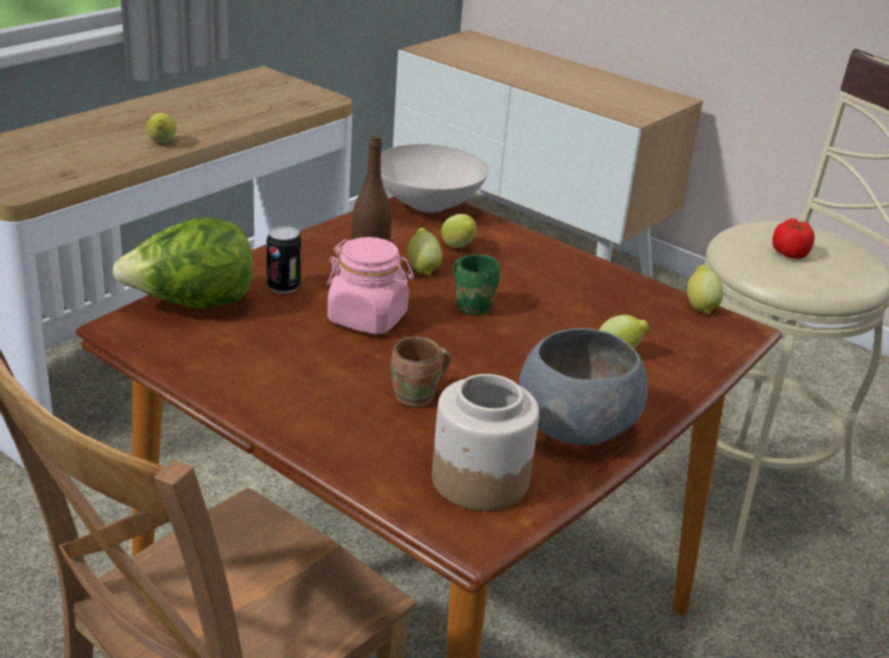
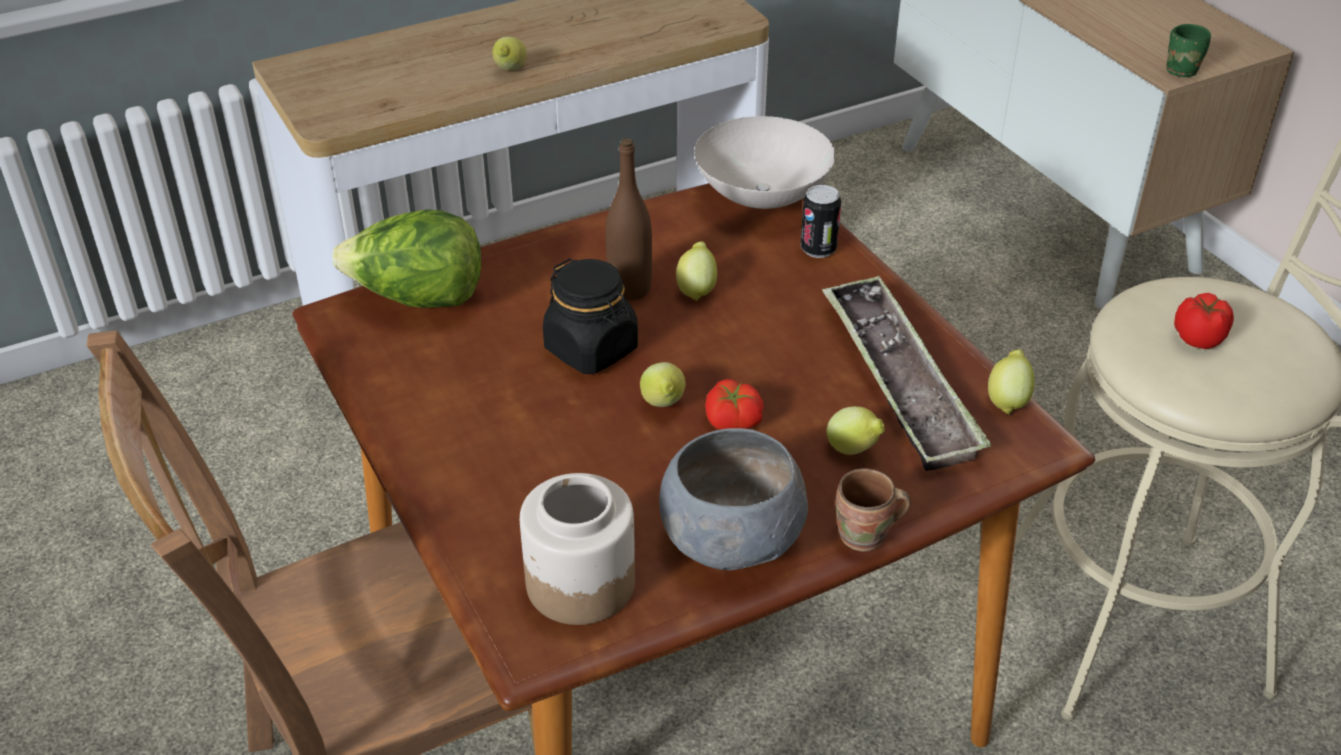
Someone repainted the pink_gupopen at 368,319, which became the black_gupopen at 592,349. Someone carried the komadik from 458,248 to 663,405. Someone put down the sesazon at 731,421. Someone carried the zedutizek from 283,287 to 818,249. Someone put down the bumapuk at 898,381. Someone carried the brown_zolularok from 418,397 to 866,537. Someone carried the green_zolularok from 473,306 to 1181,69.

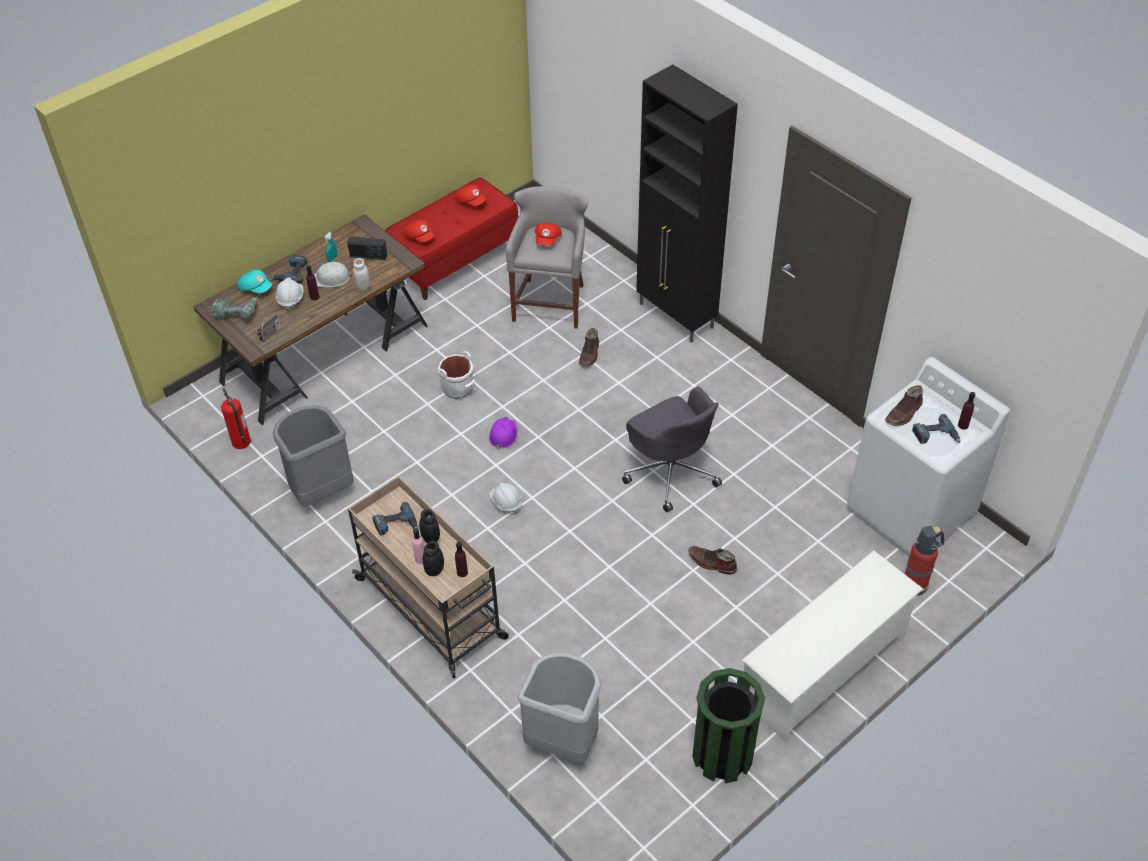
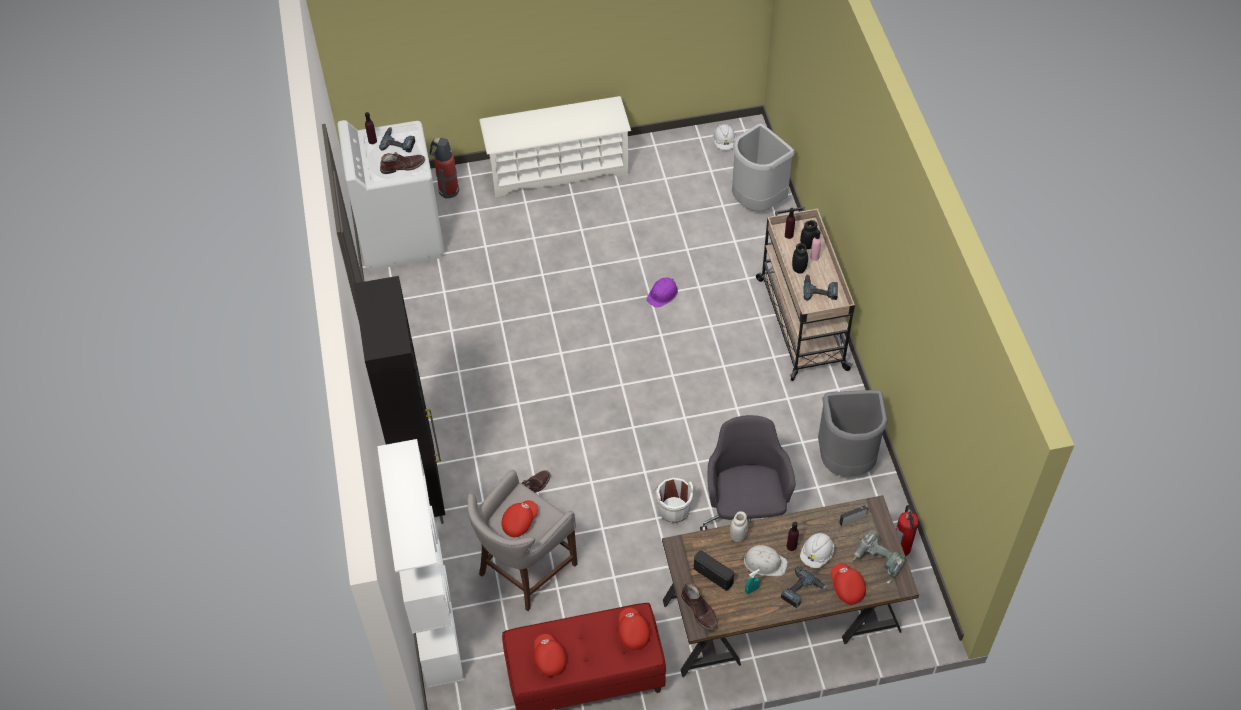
Someone put down the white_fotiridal at 435,625. Someone carried the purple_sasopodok from 503,434 to 662,294. Someone carried the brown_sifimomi from 711,563 to 700,610. Someone carried the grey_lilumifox from 670,471 to 745,514. Someone carried the white_sasopodok from 506,502 to 724,143. Someone repainted the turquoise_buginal at 256,288, which became the red_buginal at 846,587. Someone took away the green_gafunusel at 722,755.

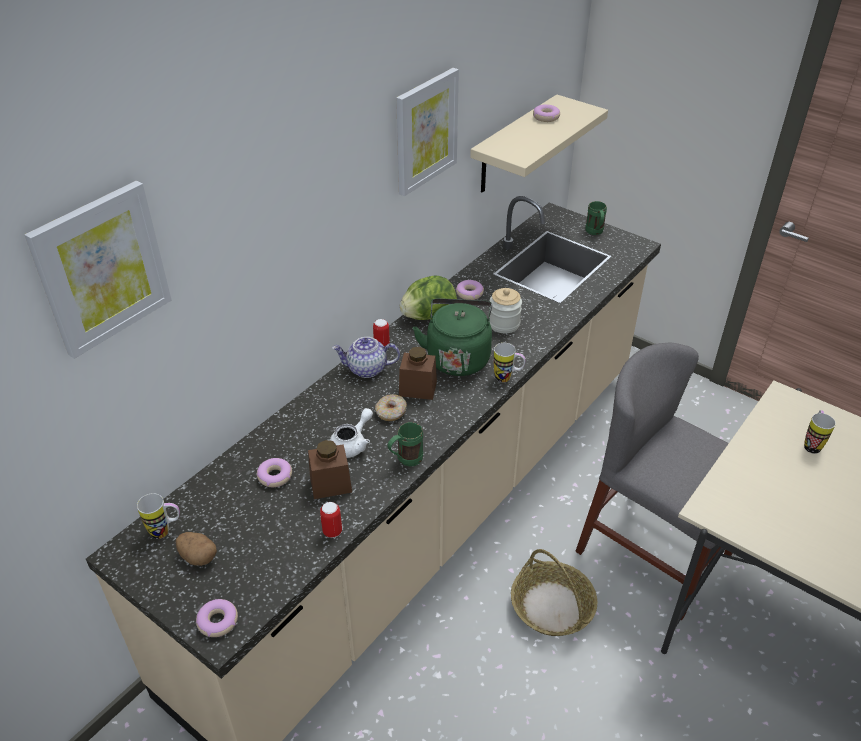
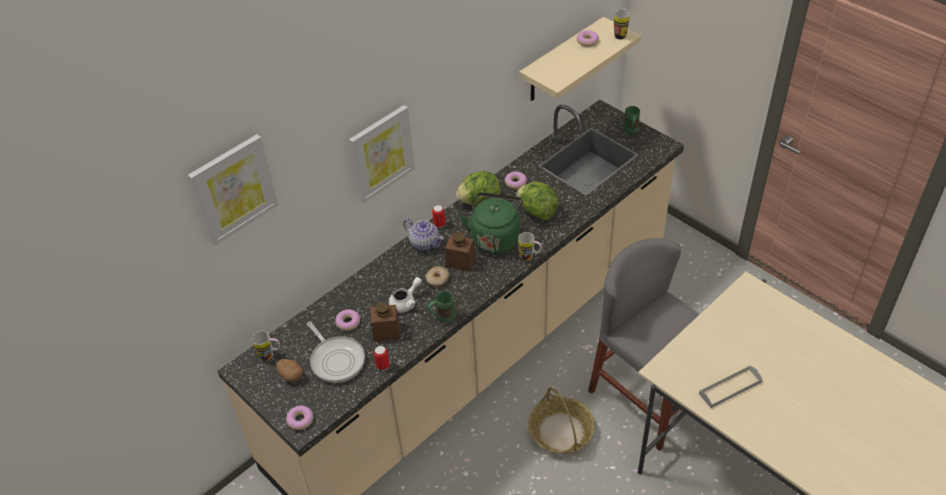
Someone put down the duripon at 336,359. Someone carried the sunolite from 425,131 to 381,153. Someone rotated the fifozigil at 366,369 by 150 degrees counterclockwise. Someone swapped the gupopen at 504,324 for the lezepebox at 537,211. Someone carried the zolularok from 812,444 to 621,34. Someone put down the grey_bumapuk at 730,388.

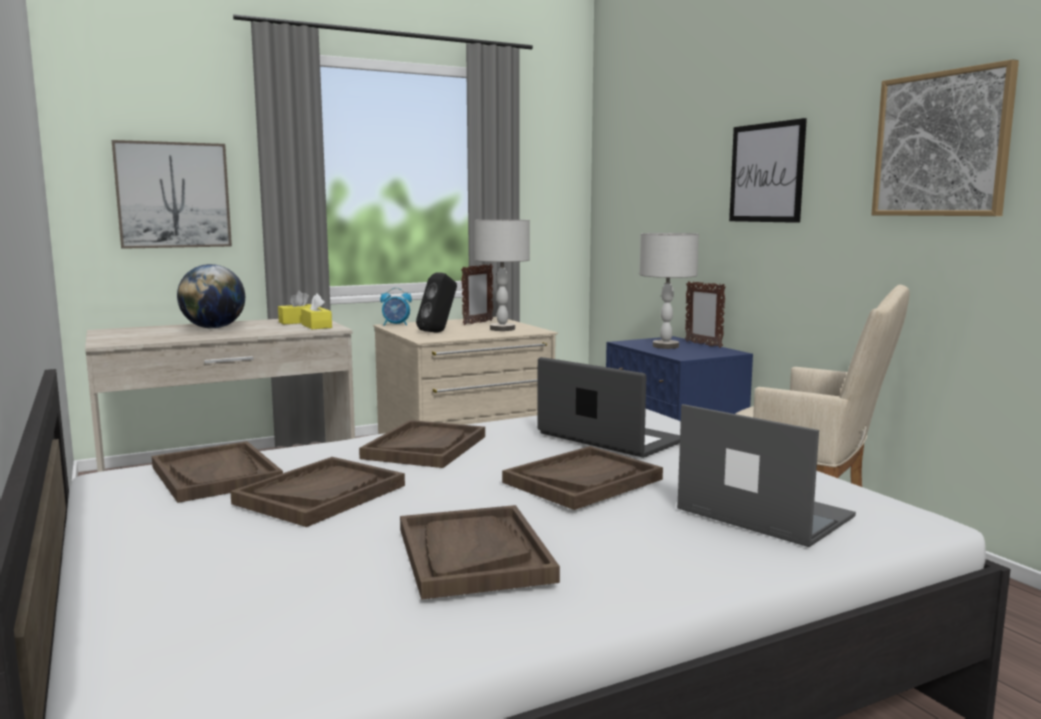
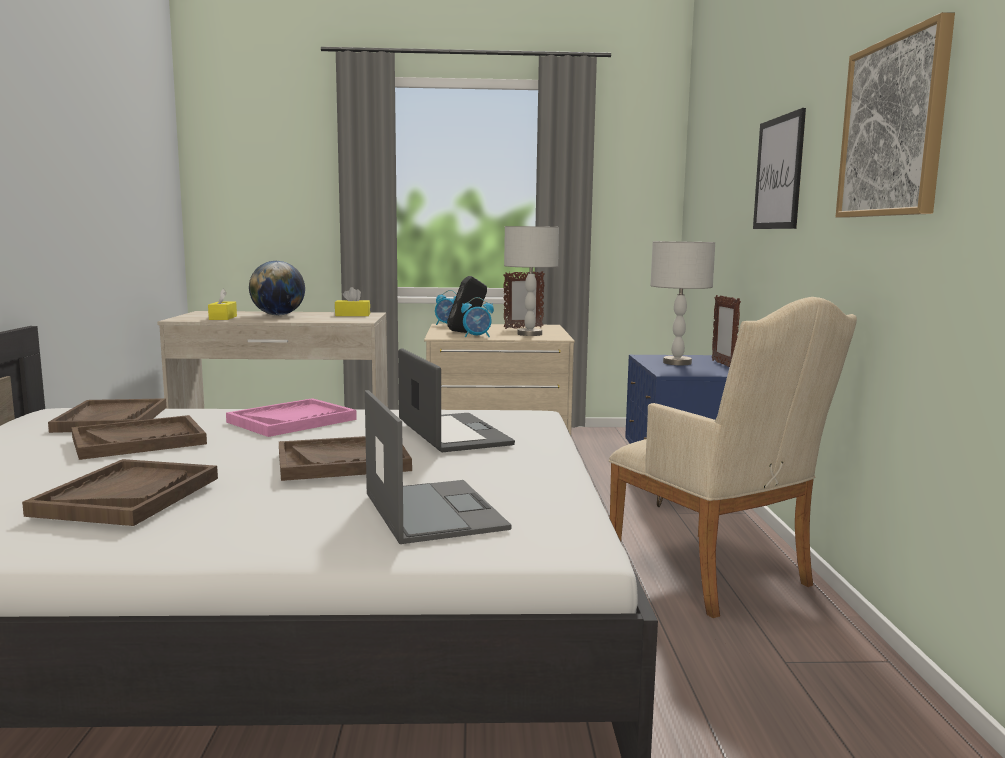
Someone carried the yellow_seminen from 316,326 to 223,318. Someone repainted the brown_bumapuk at 425,447, which became the pink_bumapuk at 292,420. Someone put down the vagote at 477,336. Someone took away the sunolite at 173,195.

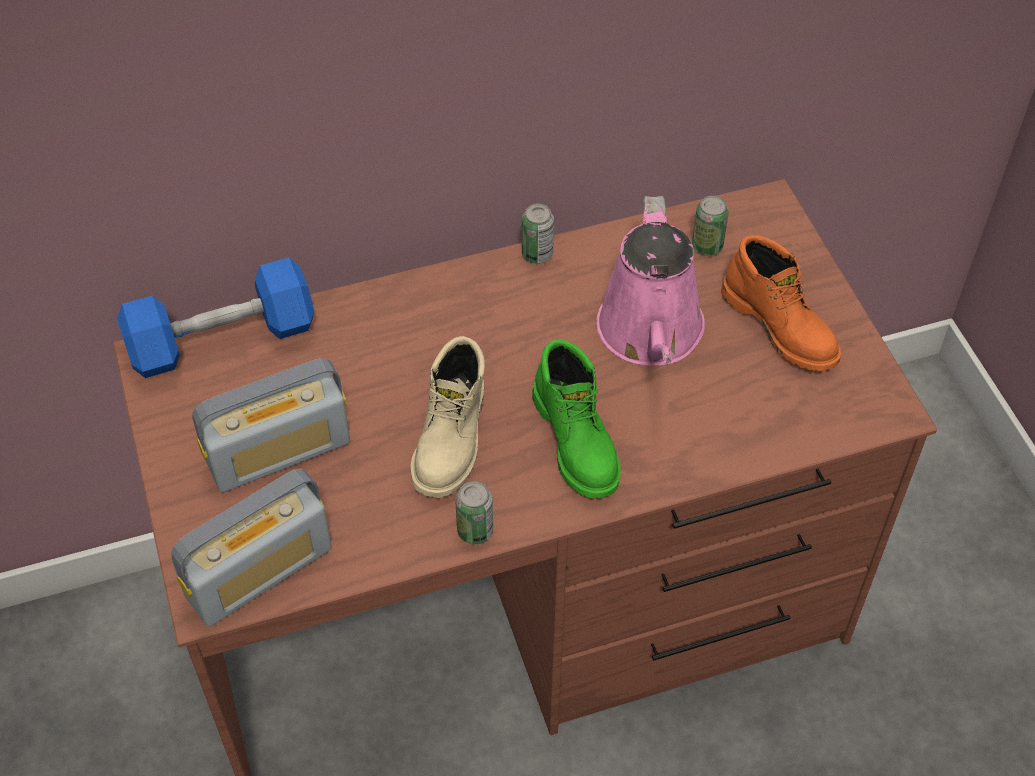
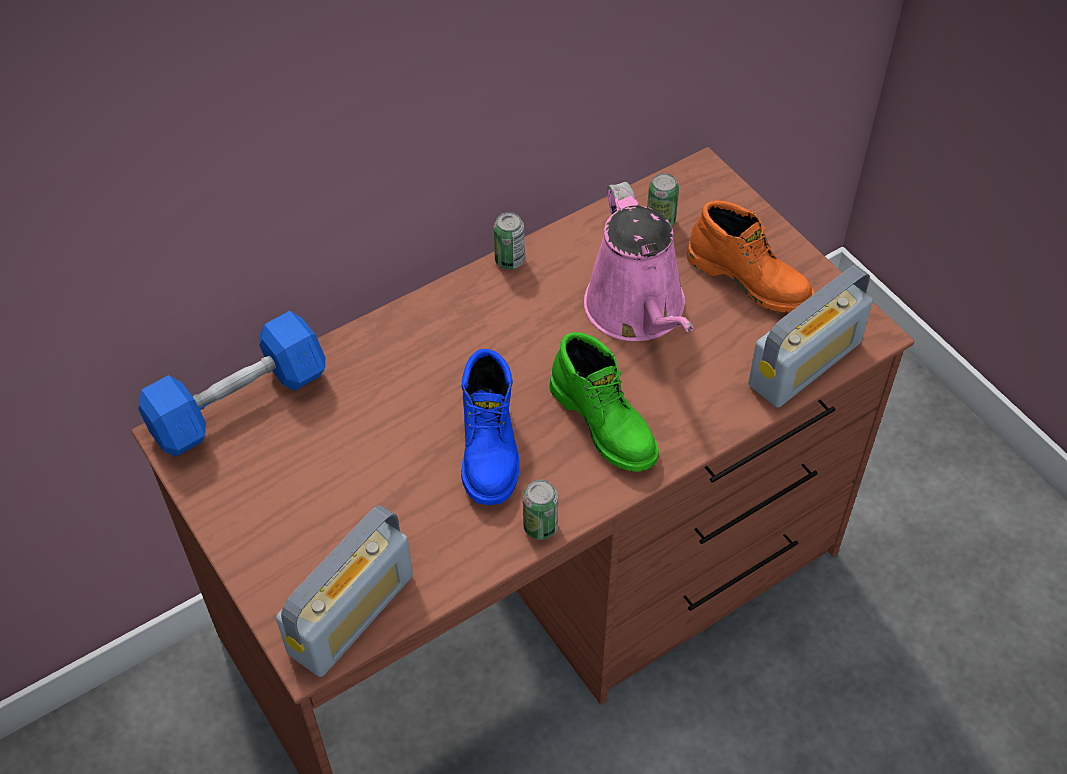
Someone repainted the beige_sifimomi at 452,439, which became the blue_sifimomi at 490,448. Someone carried the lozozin from 279,452 to 805,364.

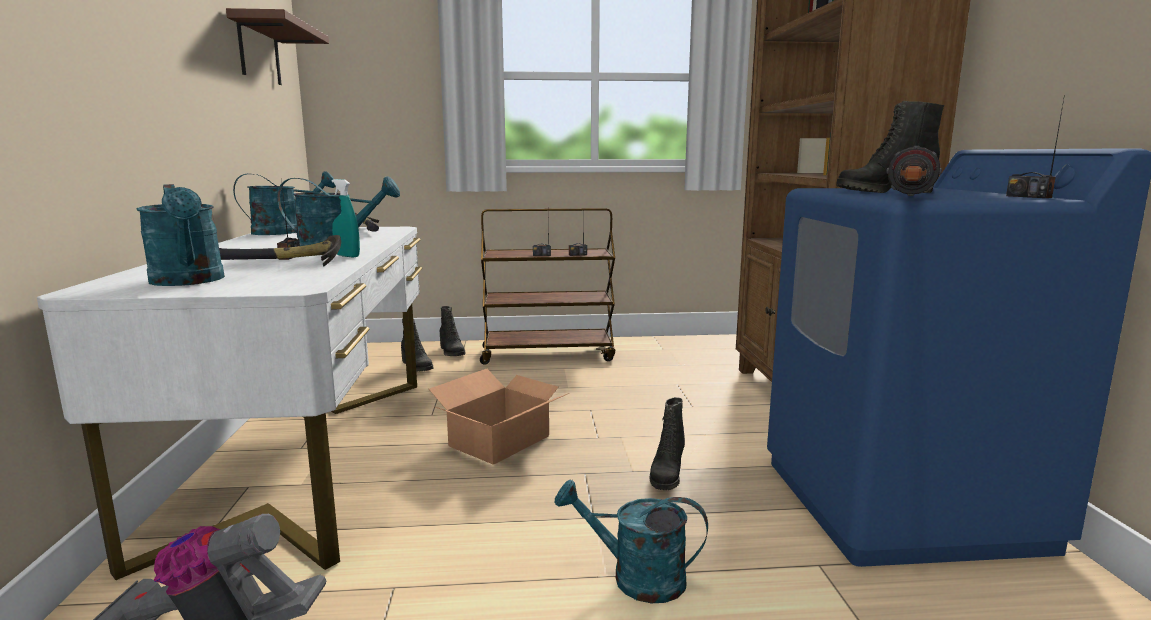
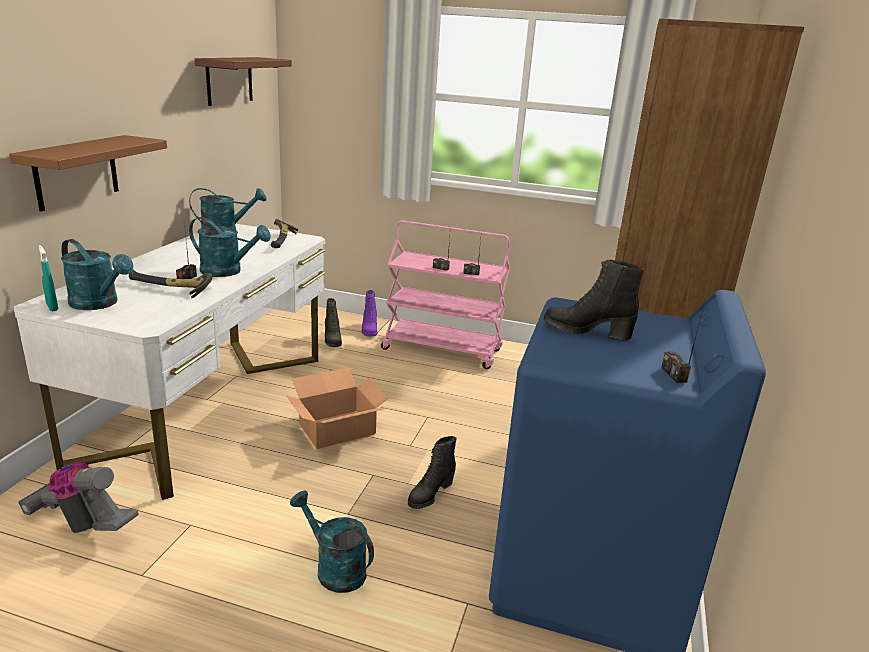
Someone put up the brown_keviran at 76,172. Someone carried the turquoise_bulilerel from 347,256 to 52,307. Someone rotated the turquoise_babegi at 189,281 by 45 degrees counterclockwise. Someone repainted the black_sifimomi at 451,352, which became the purple_sifimomi at 369,330. Someone repainted the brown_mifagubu at 548,354, which became the pink_mifagubu at 443,350. Someone took away the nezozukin at 910,198.

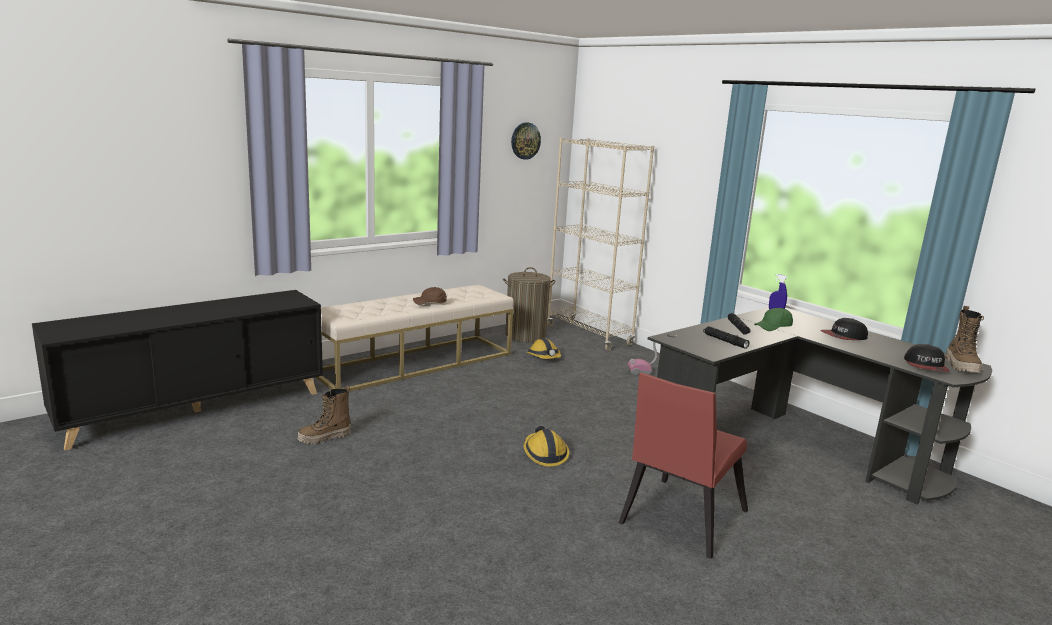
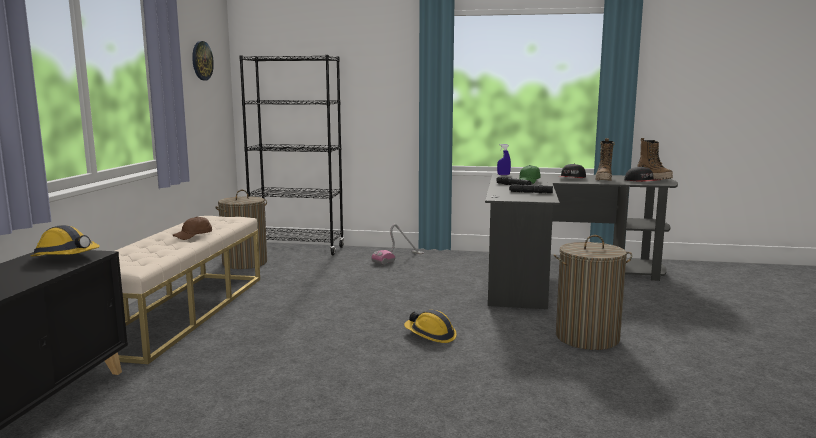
Someone carried the sasopodok from 544,357 to 67,257. Someone repainted the beige_fotiridal at 589,335, which became the black_fotiridal at 297,249. Someone swapped the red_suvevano at 678,520 for the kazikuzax at 587,337. Someone carried the sifimomi from 324,438 to 603,179.

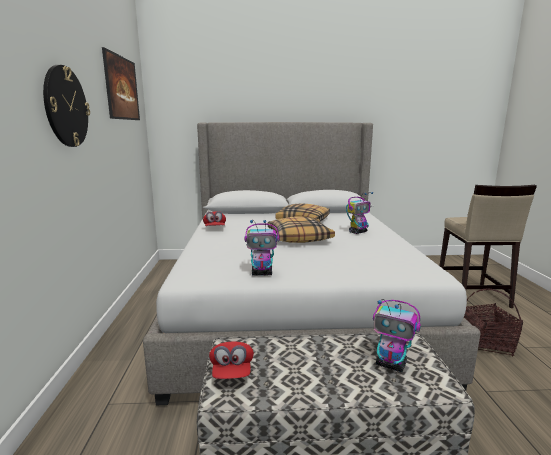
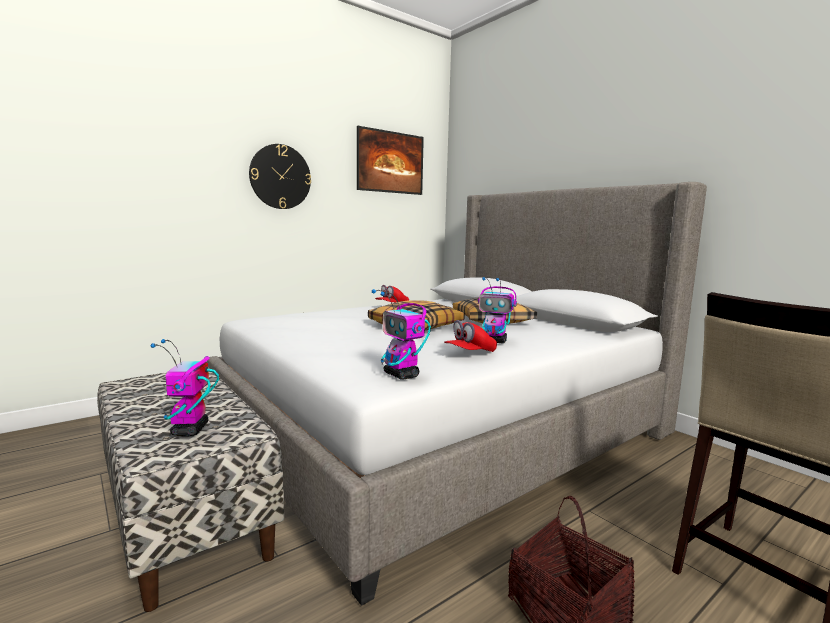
Someone carried the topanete from 262,273 to 401,375. Someone carried the red_buginal from 232,371 to 470,353.

